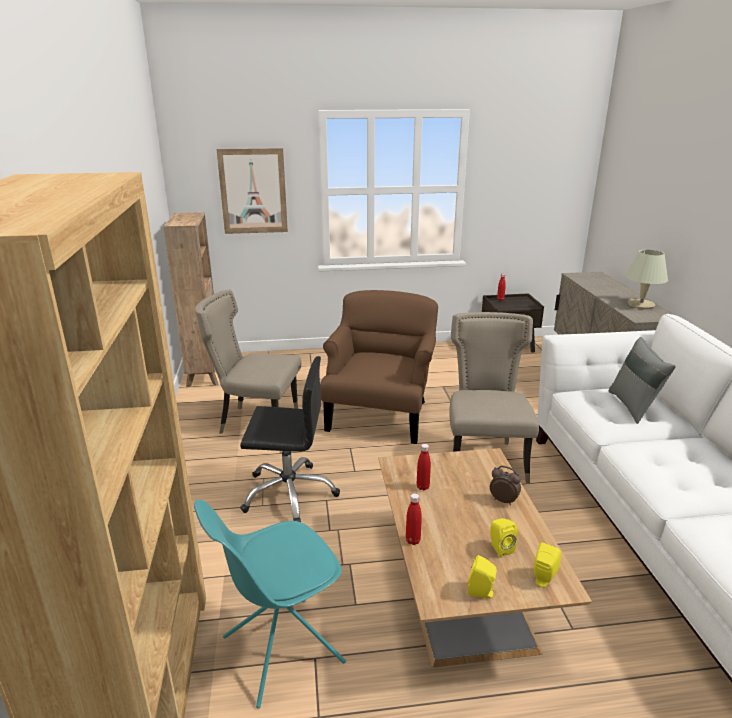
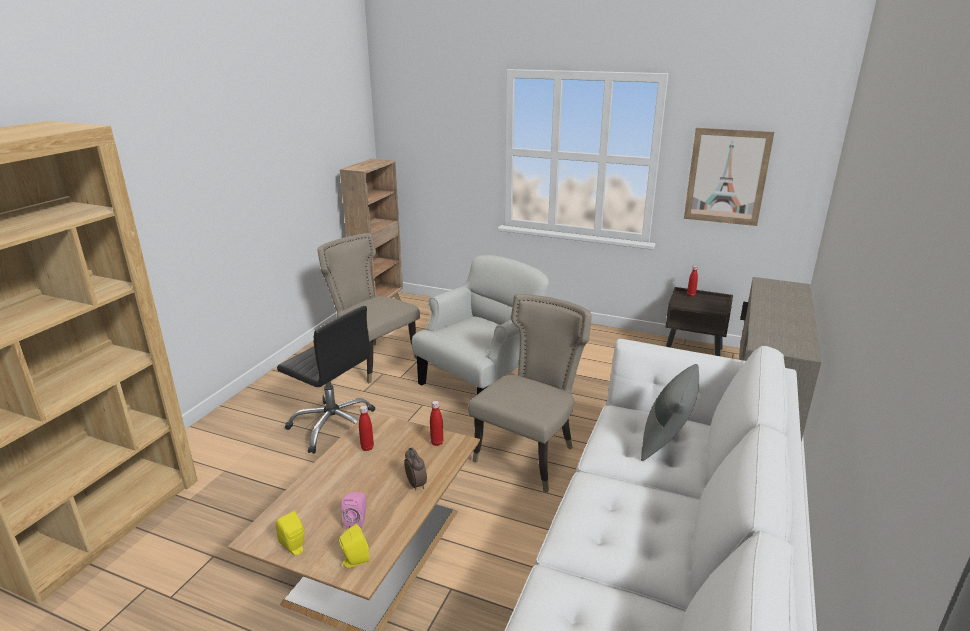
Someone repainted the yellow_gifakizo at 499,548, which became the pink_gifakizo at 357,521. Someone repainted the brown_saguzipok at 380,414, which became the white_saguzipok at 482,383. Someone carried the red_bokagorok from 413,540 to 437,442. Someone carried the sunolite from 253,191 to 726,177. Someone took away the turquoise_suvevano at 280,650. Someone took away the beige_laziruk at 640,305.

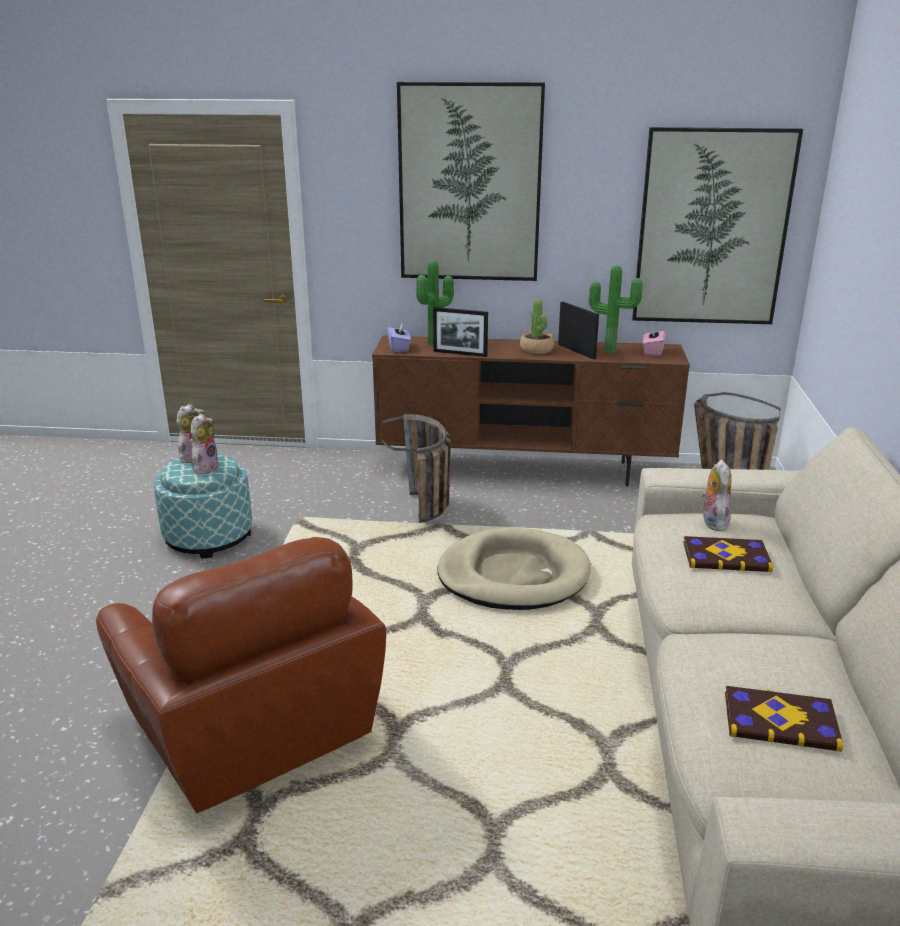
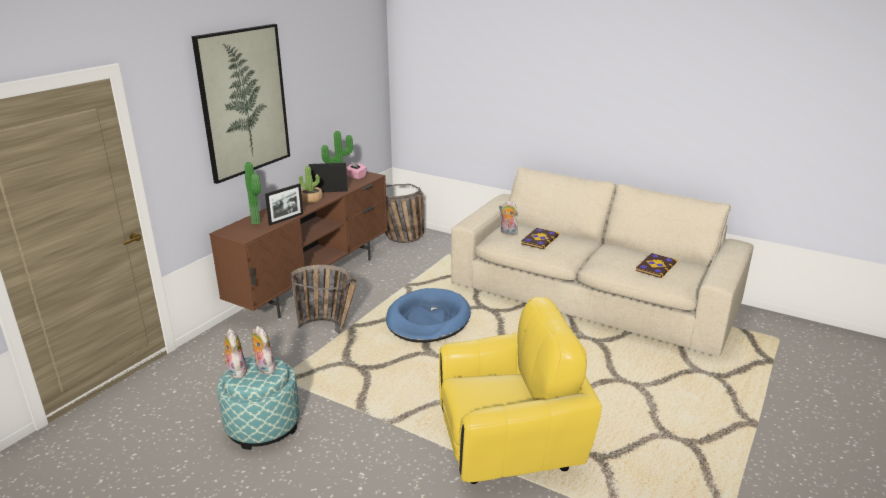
Someone repainted the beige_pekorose at 513,575, which became the blue_pekorose at 428,319. Someone repainted the brown_saguzipok at 249,730, which became the yellow_saguzipok at 510,442. Someone took away the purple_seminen at 399,348. Someone took away the sunolite at 712,228.

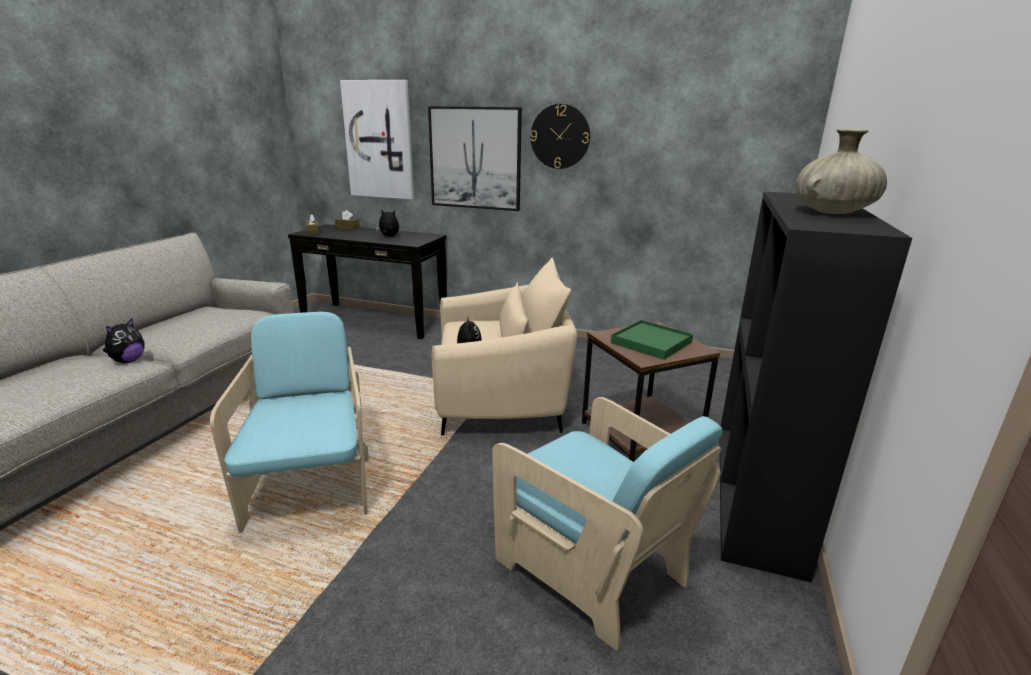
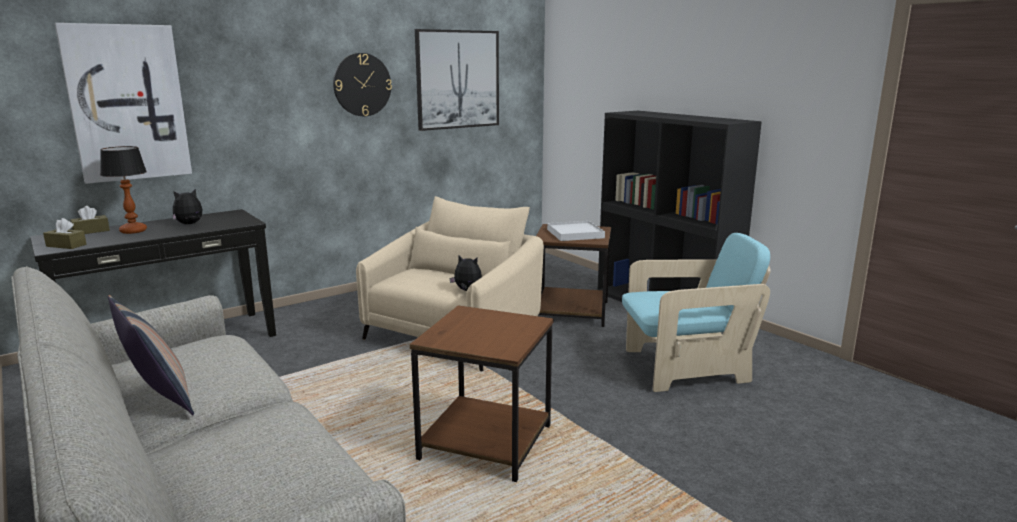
Someone put down the laziruk at 133,231. Someone put down the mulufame at 159,399. Someone swapped the turquoise_saguzipok at 311,485 for the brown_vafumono at 485,442. Someone carried the sunolite from 475,158 to 457,79. Someone repainted the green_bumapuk at 651,342, which became the white_bumapuk at 575,233. Someone took away the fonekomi at 128,361. Someone took away the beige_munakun at 833,212.

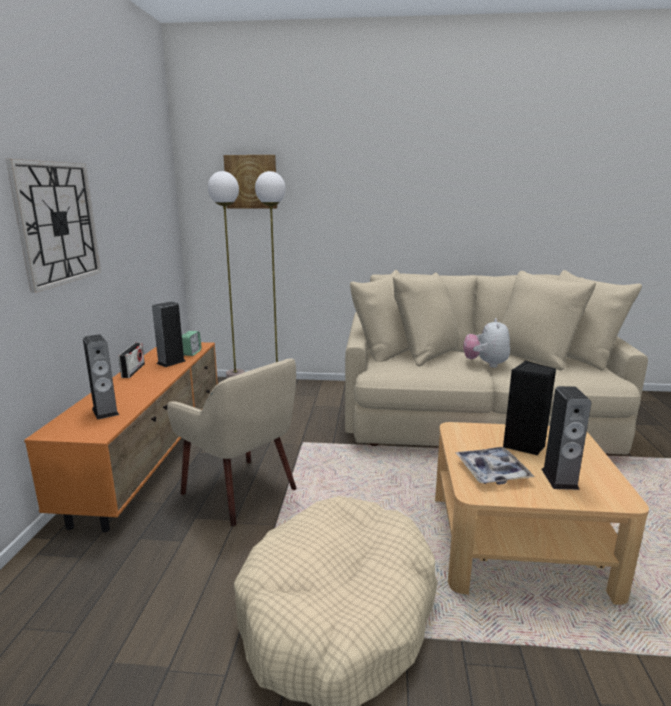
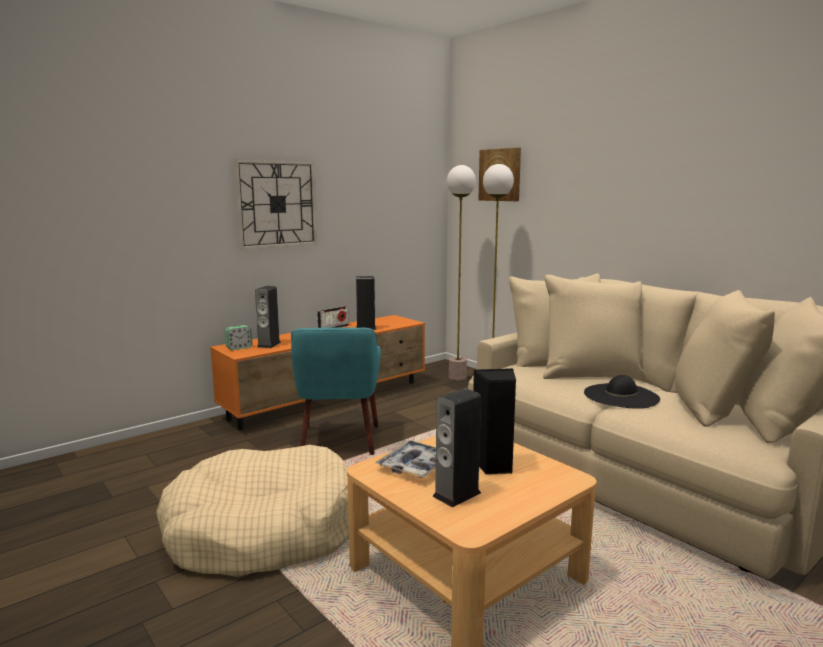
Someone carried the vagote from 192,353 to 239,348. Someone repainted the beige_saguzipok at 241,491, which became the turquoise_saguzipok at 339,441. Someone swapped the fonekomi at 485,364 for the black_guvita at 621,396.

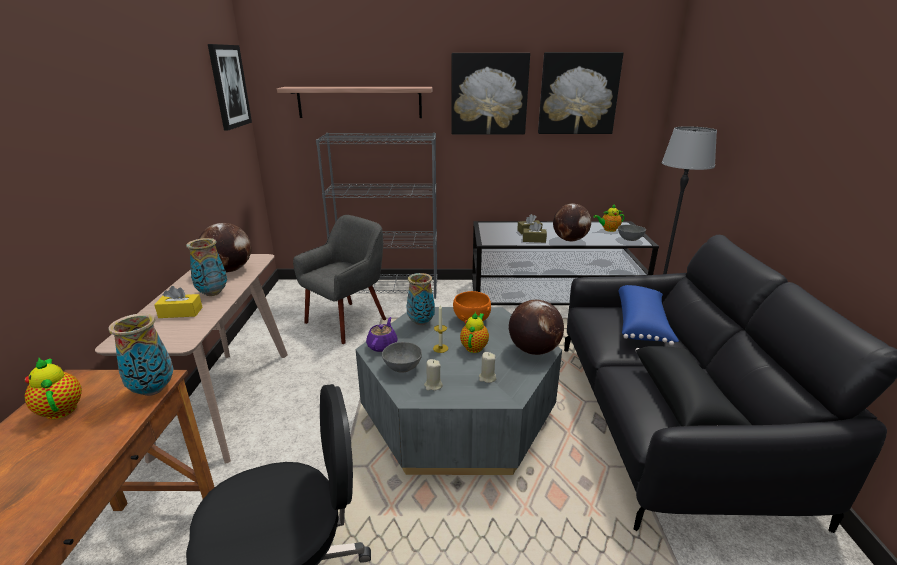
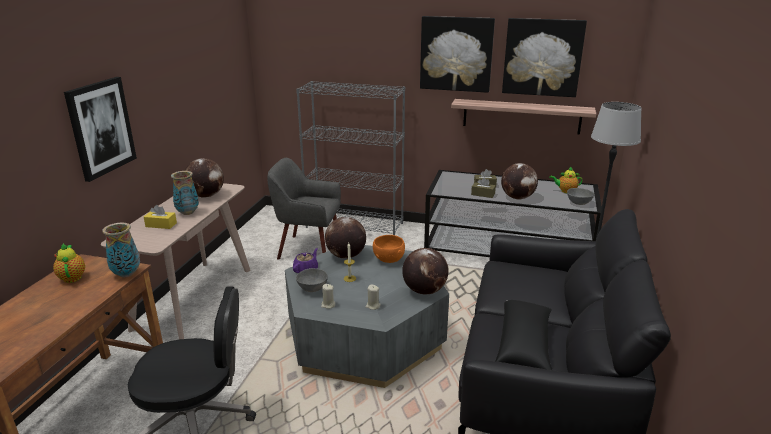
Someone carried the sunolite from 229,86 to 101,127. Someone rotated the grey_saguzipok at 347,321 by 135 degrees counterclockwise. Someone swapped the munakun at 420,322 for the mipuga at 346,256. Someone carried the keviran from 359,102 to 521,116. Someone took away the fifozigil at 474,346. Someone took away the blue_mulufame at 642,325.

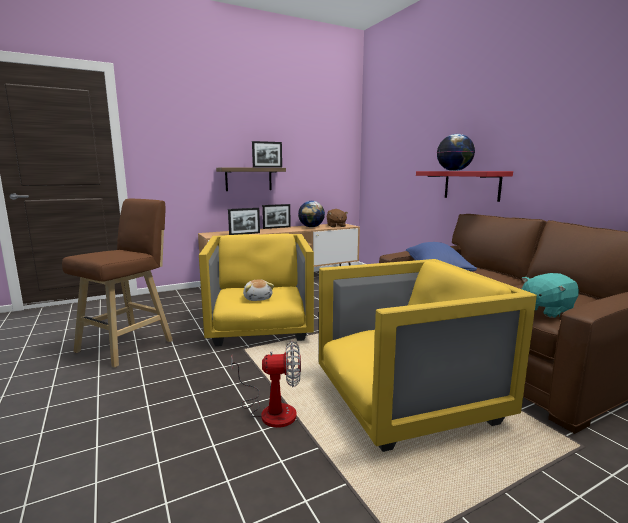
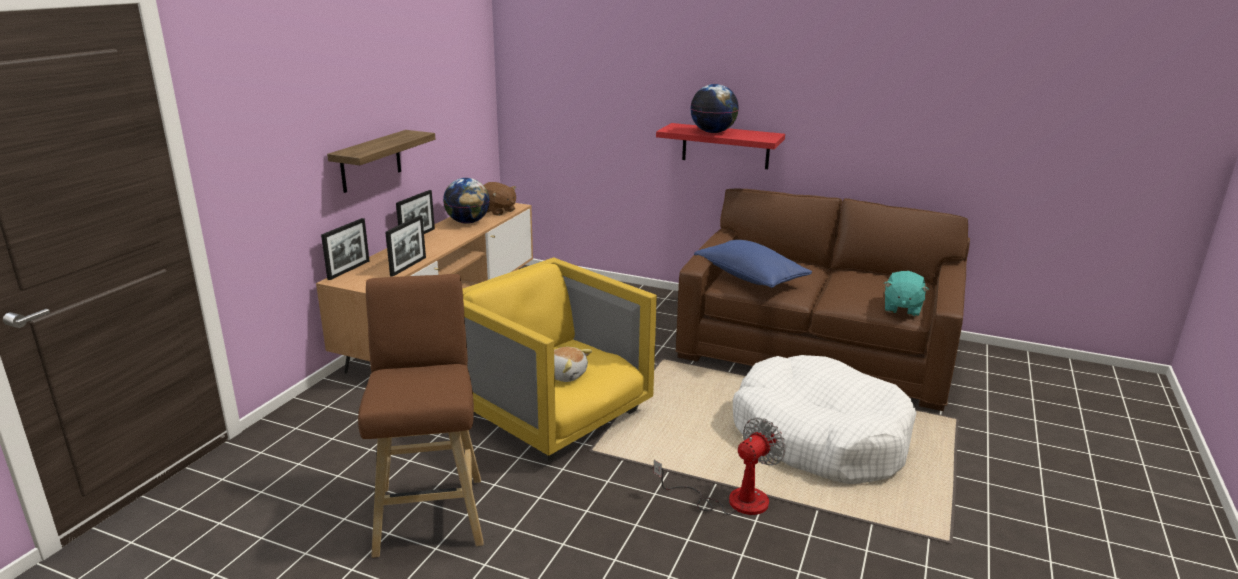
Someone carried the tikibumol from 267,167 to 349,270. Someone swapped the yellow_saguzipok at 406,401 for the white_pekorose at 819,437.

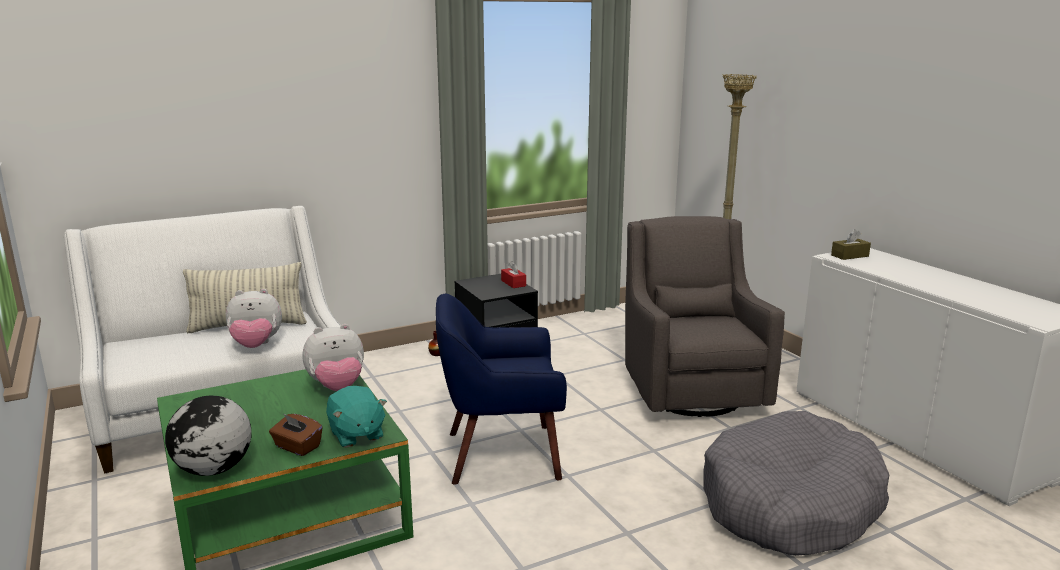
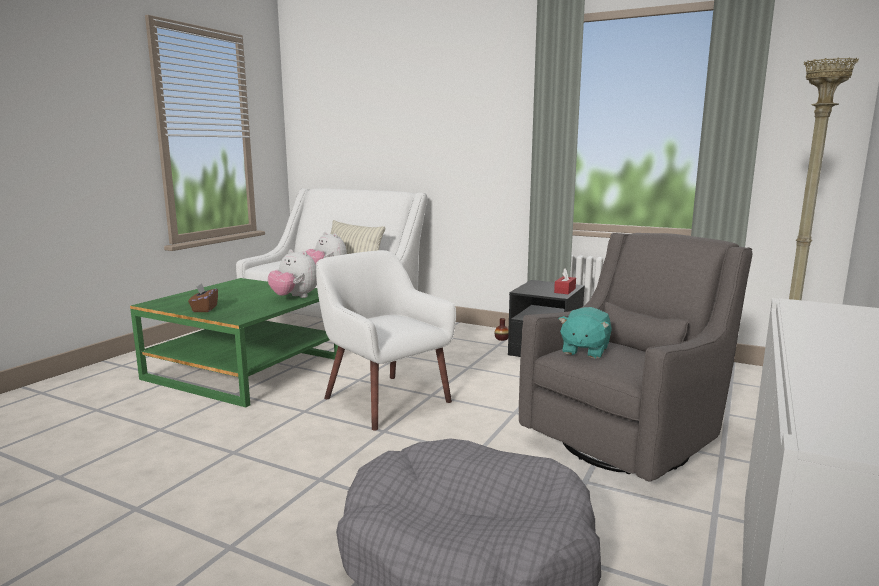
Someone repainted the blue_saguzipok at 500,454, which became the white_saguzipok at 385,399. Someone carried the turquoise_fonekomi from 356,435 to 584,351. Someone took away the mipuga at 213,470. Someone took away the brown_seminen at 849,256.

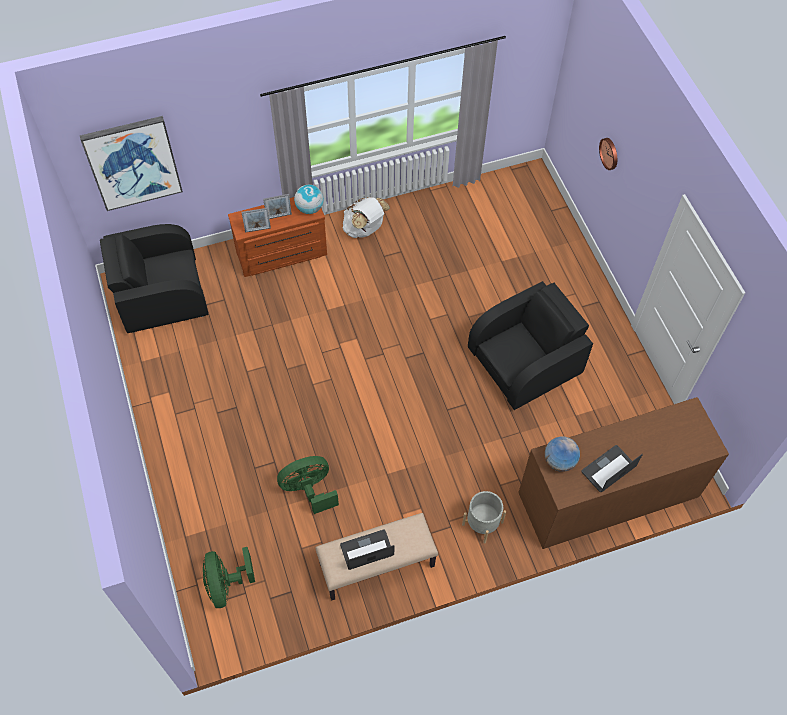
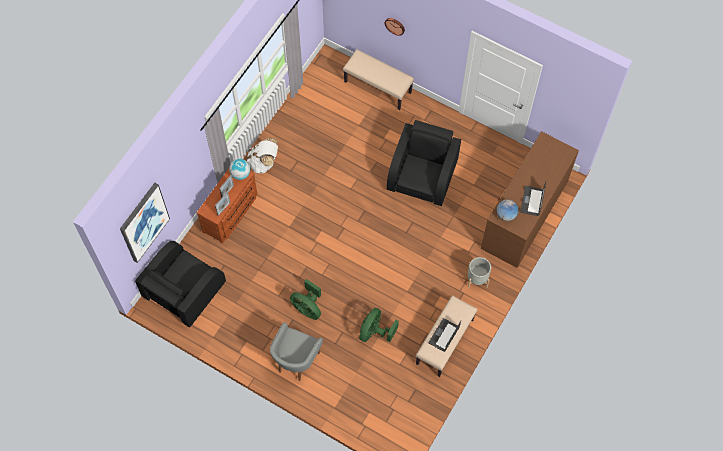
Someone put down the grey_saguzipok at 296,361. Someone carried the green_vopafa from 226,584 to 307,308. Someone put down the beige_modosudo at 378,87.

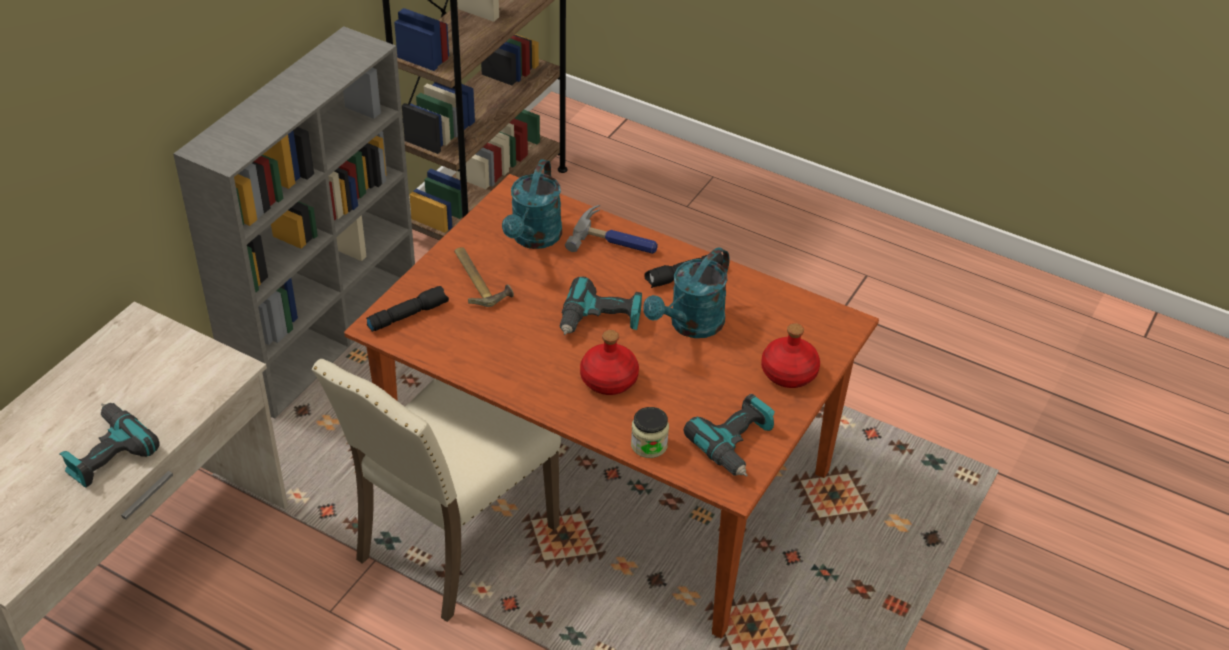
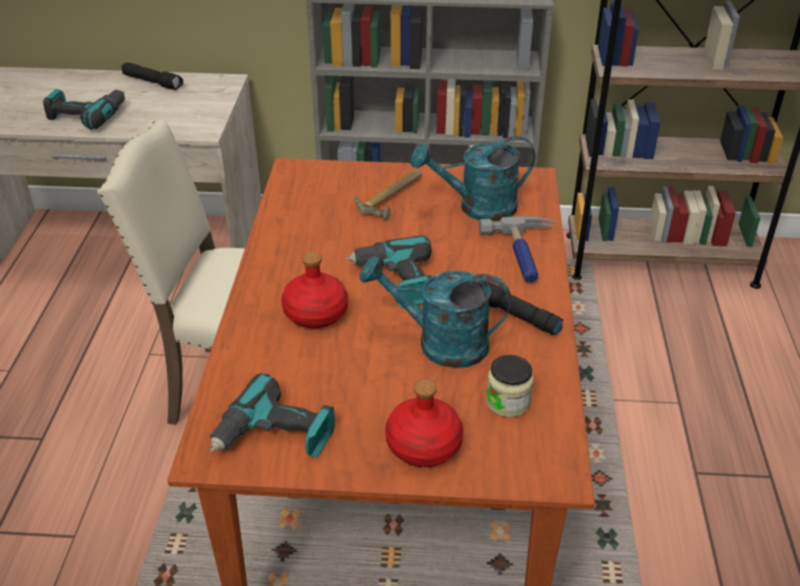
Someone carried the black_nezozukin from 408,315 to 153,82. Someone carried the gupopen from 649,445 to 508,402.

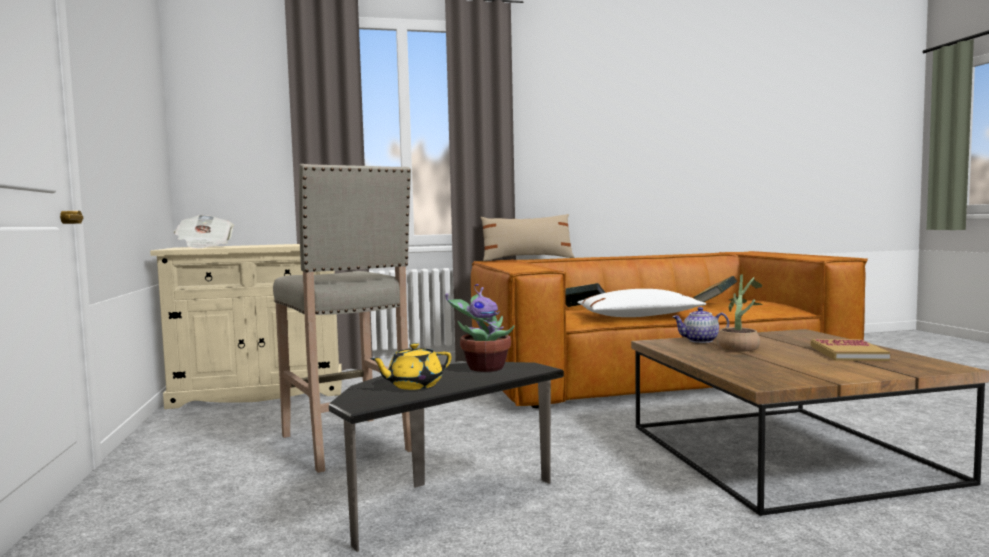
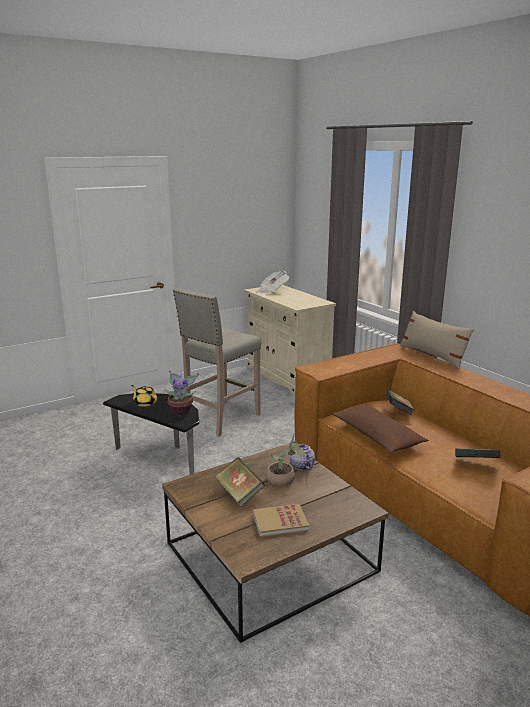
Someone put down the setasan at 239,494. Someone repainted the white_mulufame at 639,316, which became the brown_mulufame at 377,436.

